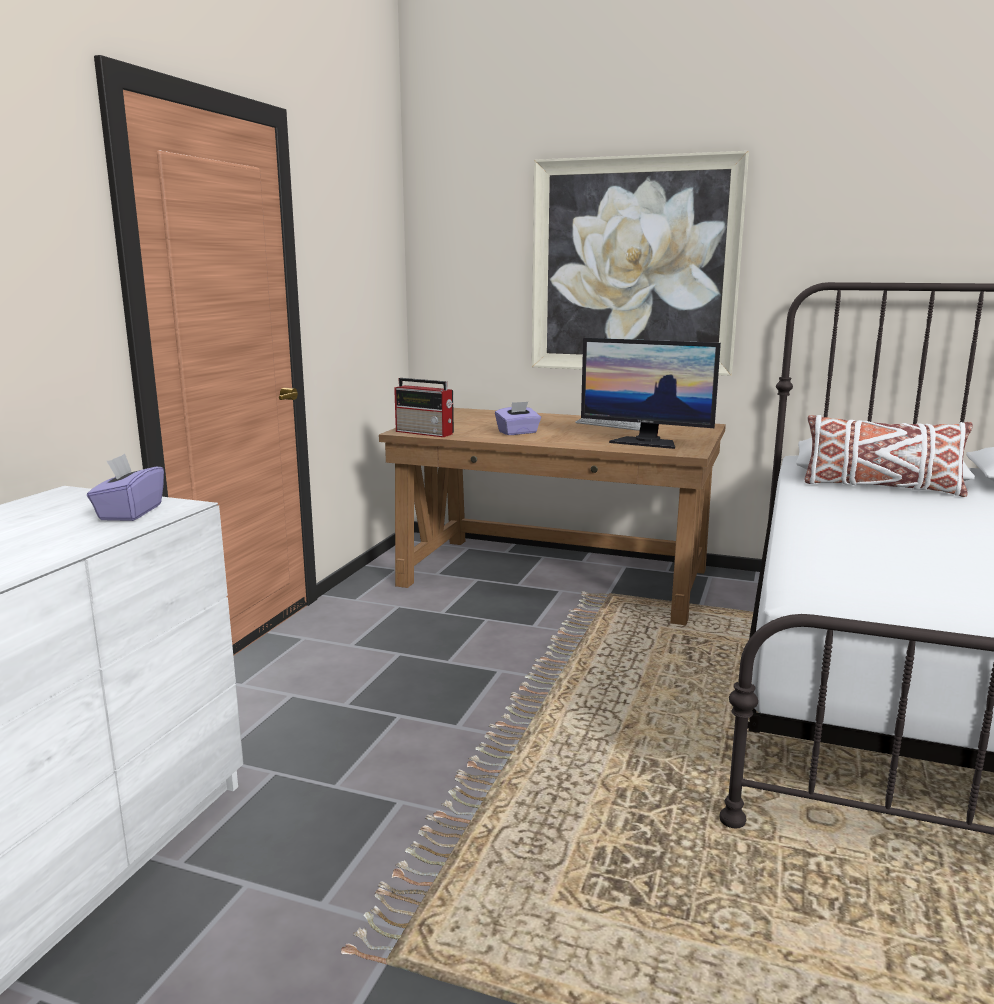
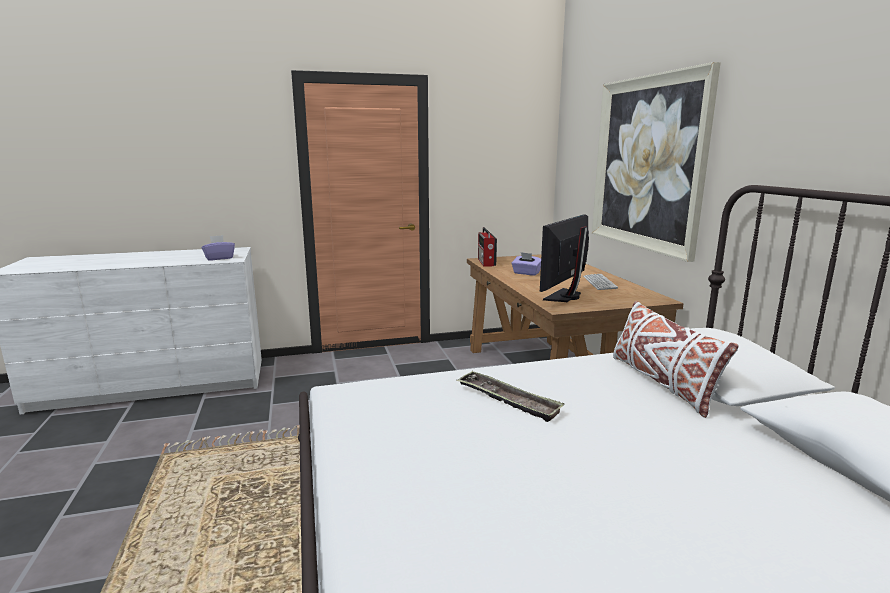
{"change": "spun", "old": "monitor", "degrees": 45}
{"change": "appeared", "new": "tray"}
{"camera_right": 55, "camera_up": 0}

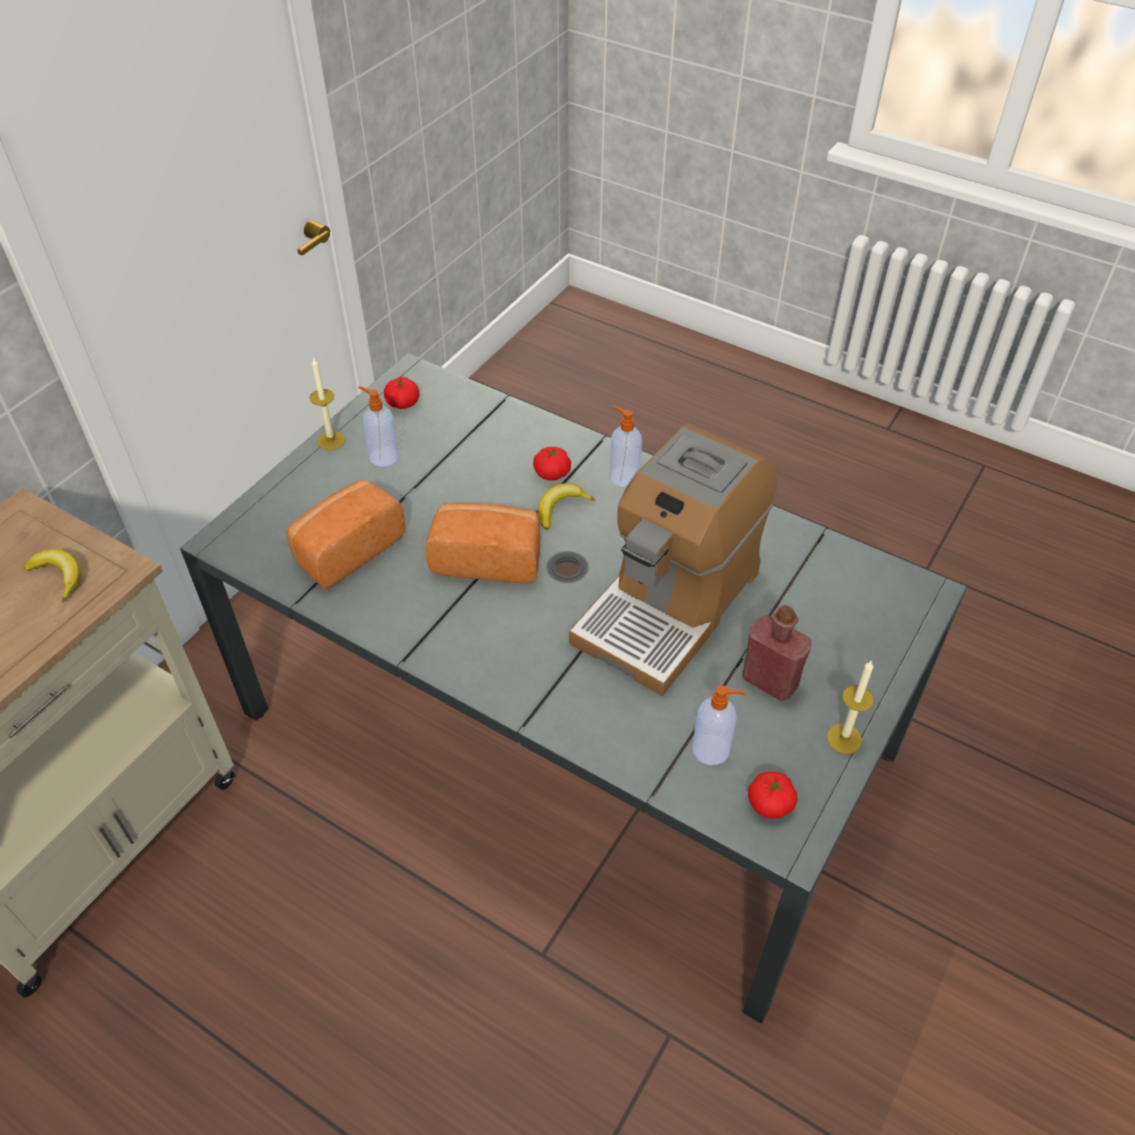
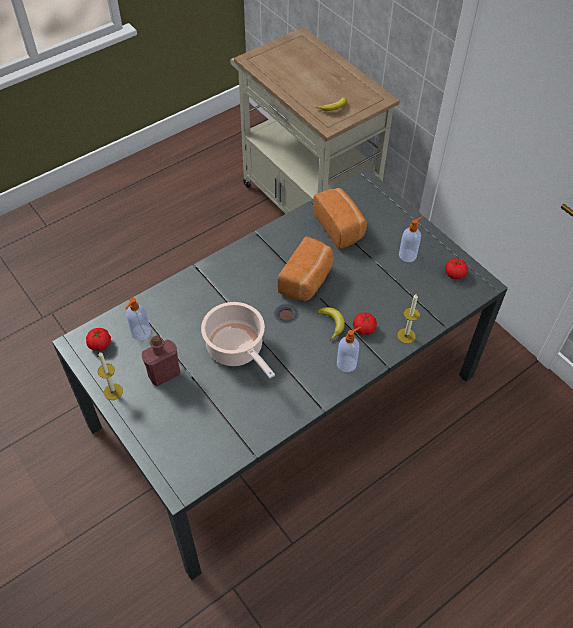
{"change": "relocated", "old": "candle (no. 1 from left in the first image)", "new": "candle (no. 2 from left)"}
{"change": "exchanged", "old": "coffee machine", "new": "cooking pot"}
{"camera_right": 110, "camera_up": 5}

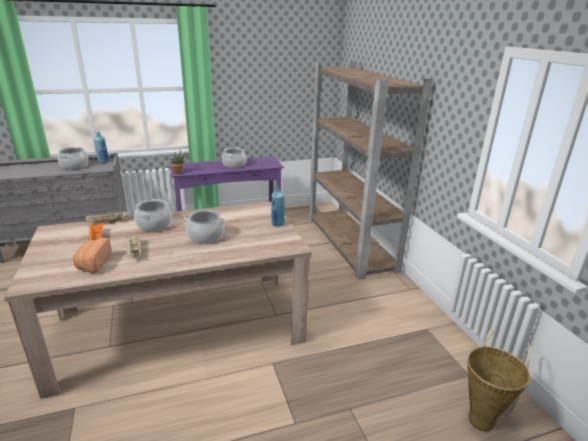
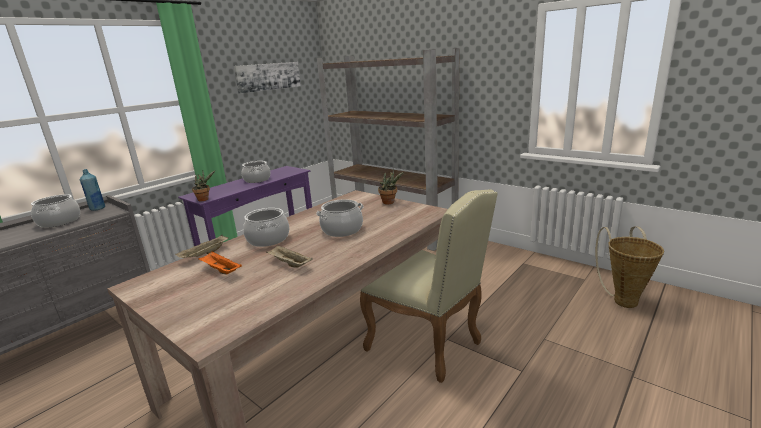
{"change": "exchanged", "old": "blue bottle (no. 2 from left)", "new": "potted plant (no. 2 from left)"}
{"change": "missing", "old": "bread"}
{"change": "appeared", "new": "picture"}
{"change": "appeared", "new": "beige chair"}
{"camera_right": -30, "camera_up": -5}

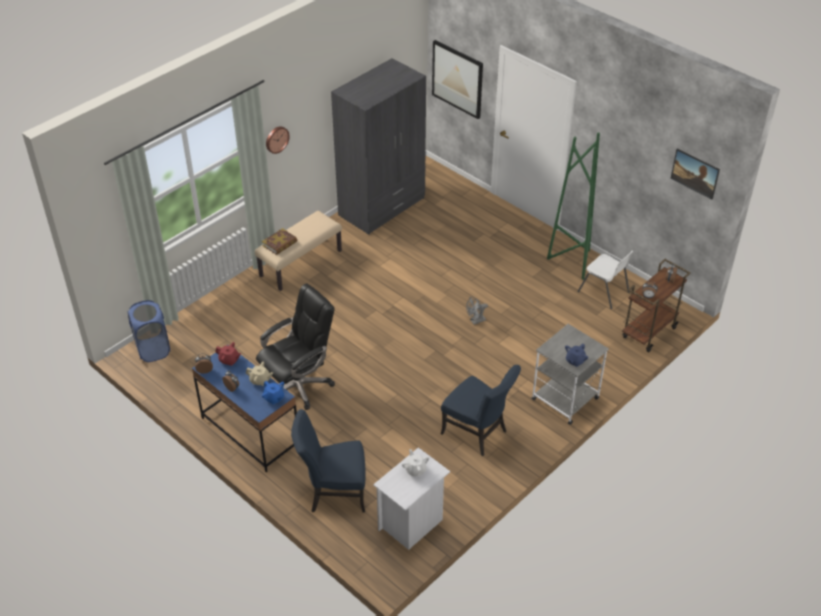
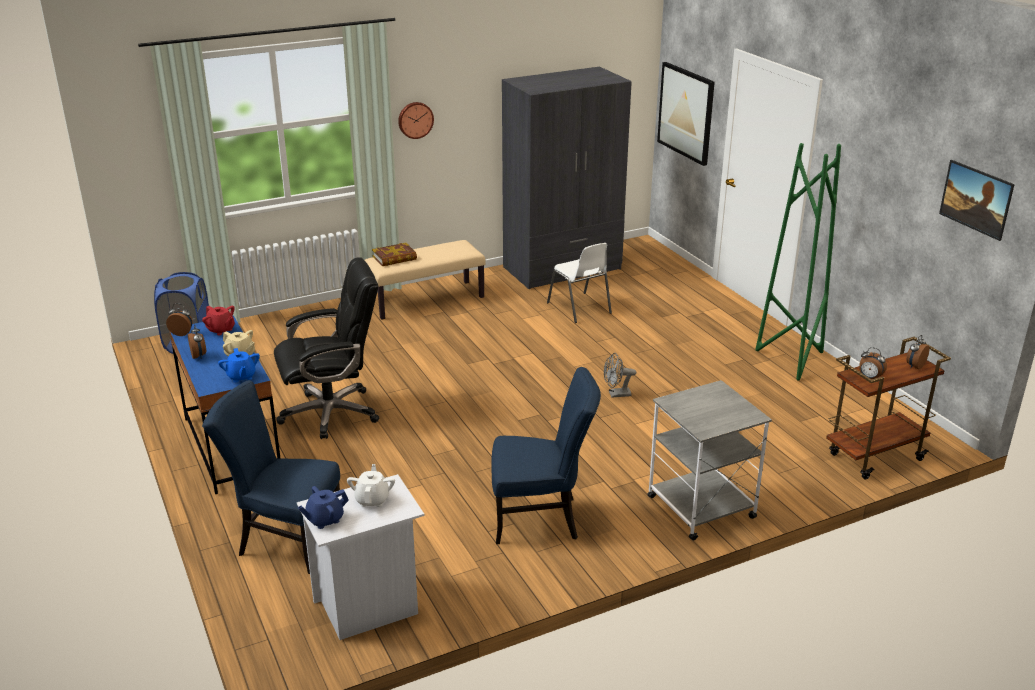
{"change": "relocated", "old": "white chair"}
{"change": "relocated", "old": "blue teapot (no. 2 from left)"}
{"change": "spun", "old": "blue chair (no. 2 from left)", "degrees": -60}
{"camera_right": 20, "camera_up": -15}

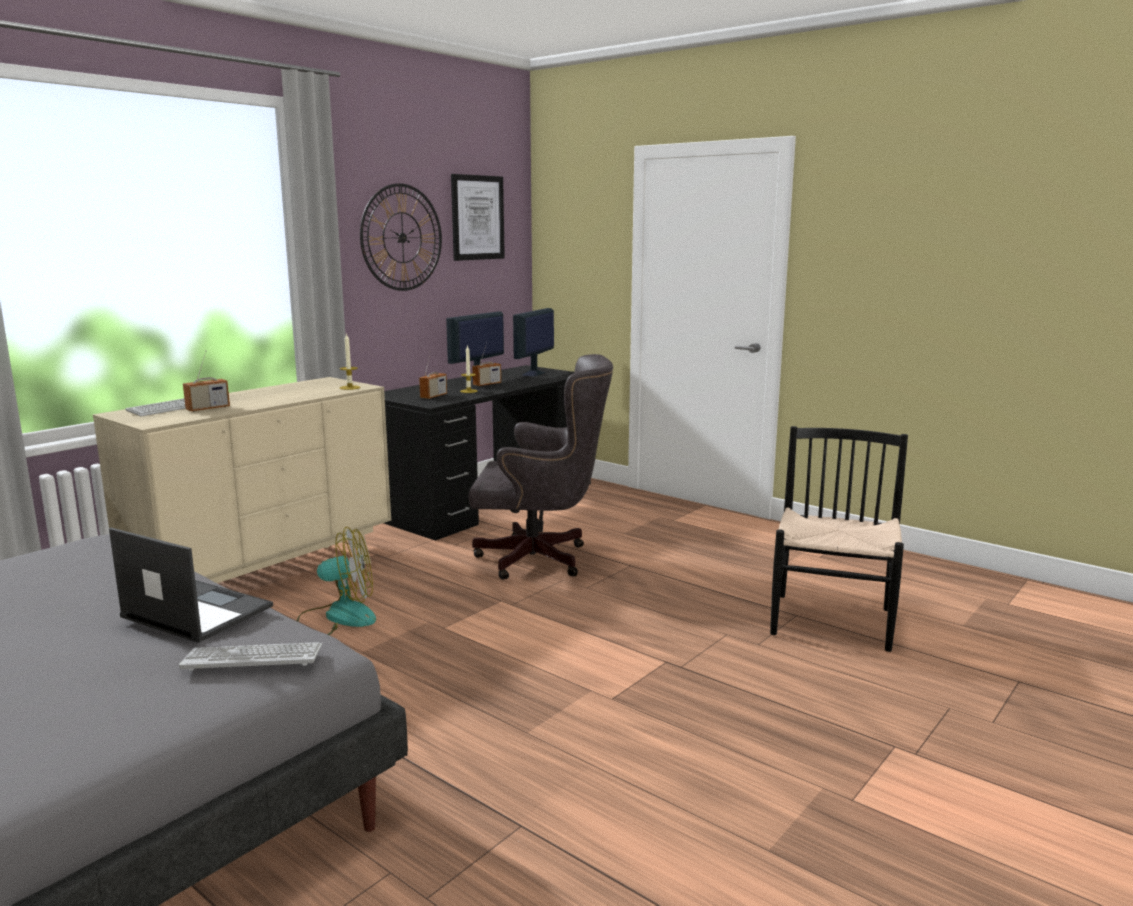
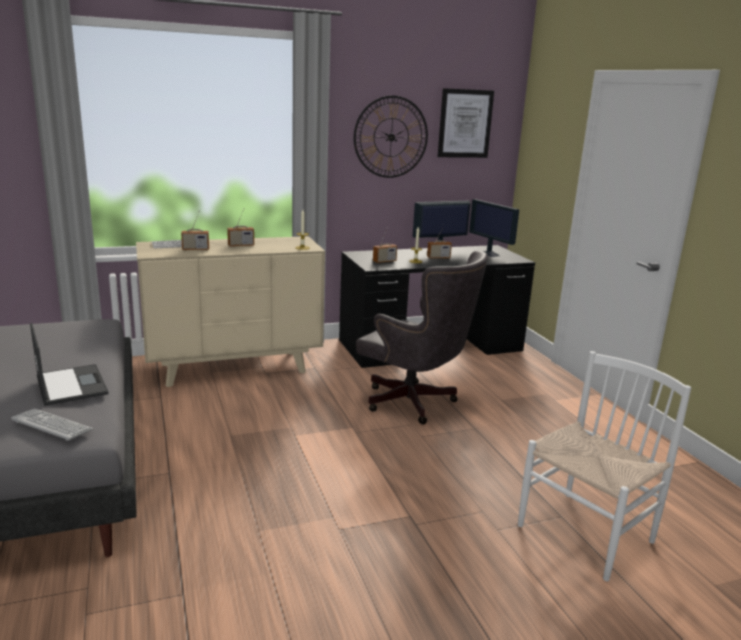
{"change": "spun", "old": "monitor (no. 2 from left)", "degrees": -90}
{"change": "colour", "old": "black chair", "new": "white chair"}
{"change": "missing", "old": "fan"}
{"change": "appeared", "new": "radio (no. 2 from left)"}
{"camera_right": 30, "camera_up": 5}

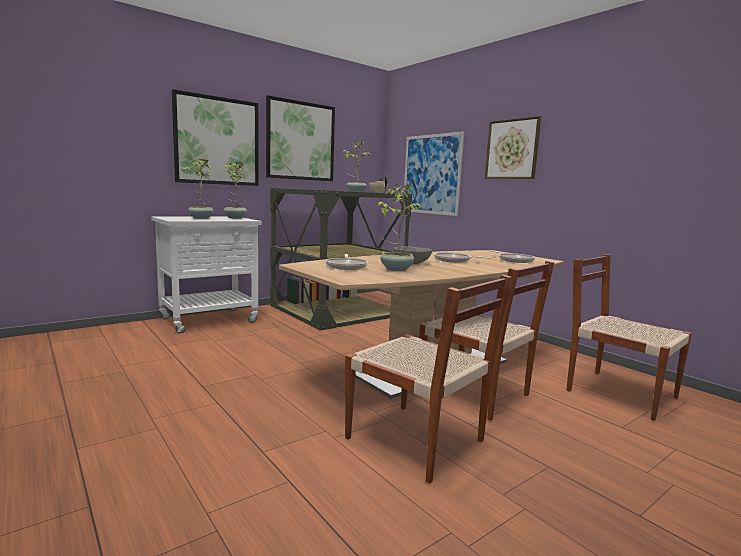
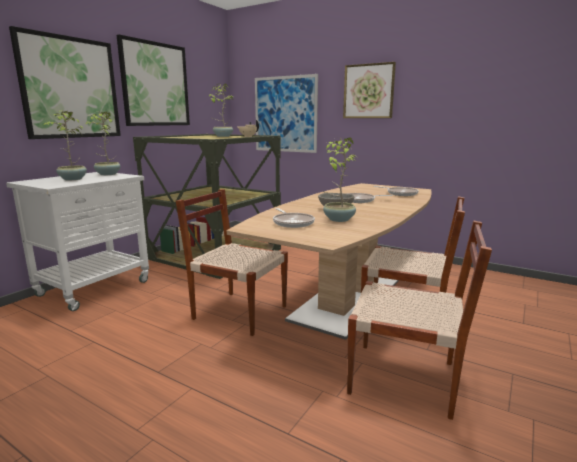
{"change": "relocated", "old": "chair (no. 3 from left in the first image)", "new": "chair (no. 1 from left)"}
{"camera_right": -20, "camera_up": 5}

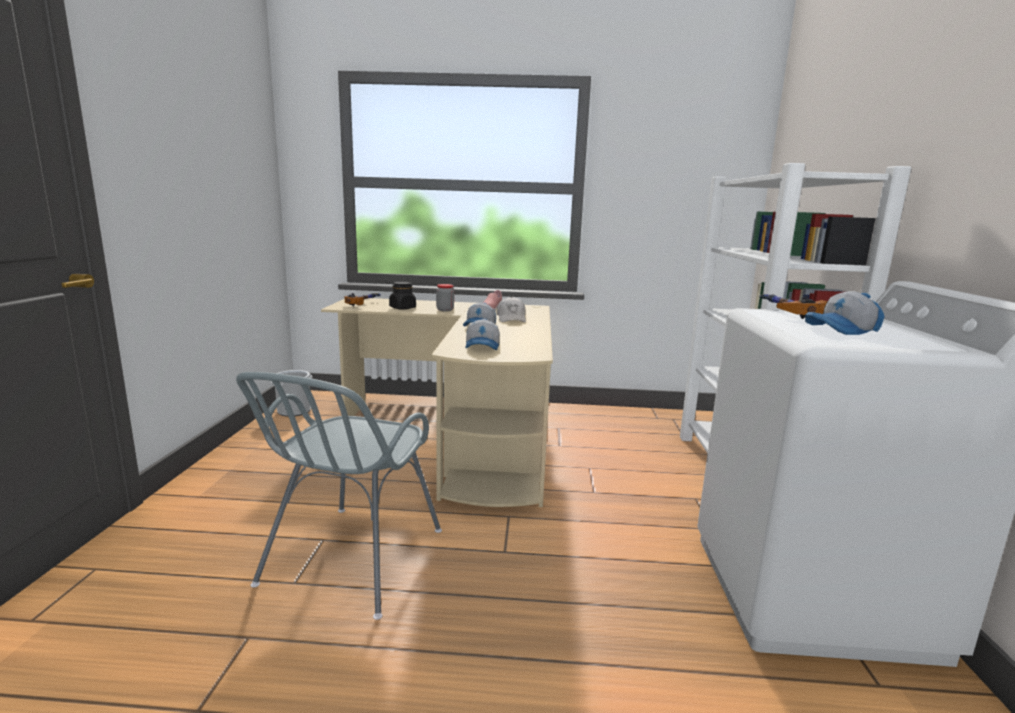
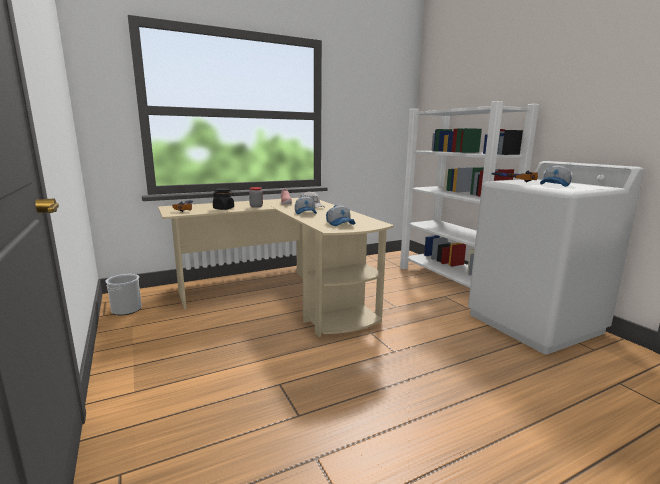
{"change": "missing", "old": "grey chair"}
{"camera_right": -30, "camera_up": 0}

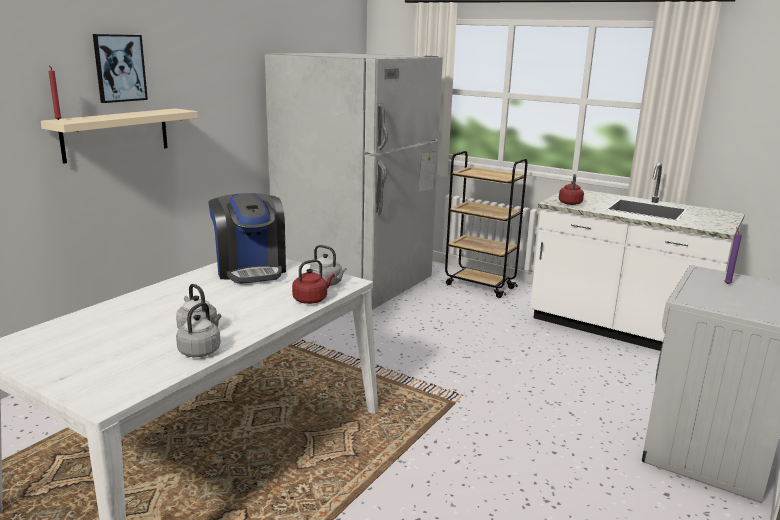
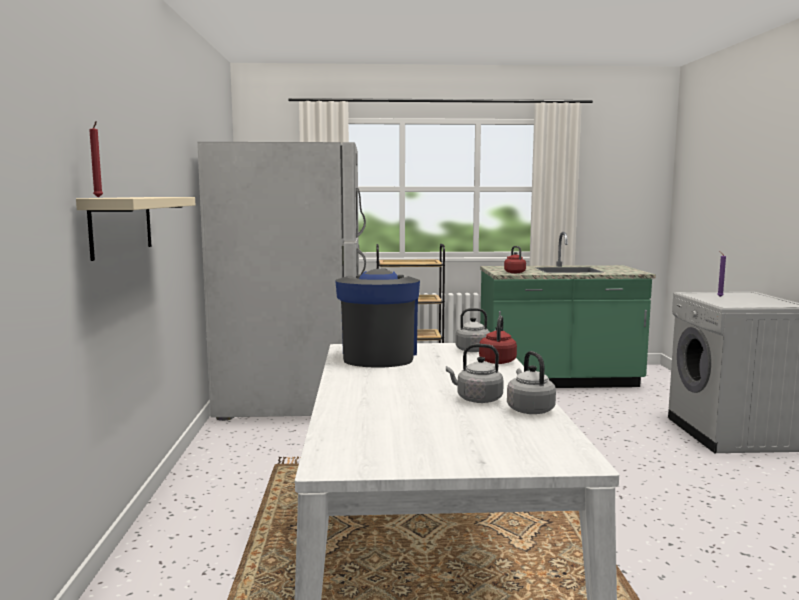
{"change": "missing", "old": "picture"}
{"change": "colour", "old": "white counter", "new": "green counter"}
{"change": "spun", "old": "coffee machine", "degrees": -120}
{"camera_right": -35, "camera_up": -10}

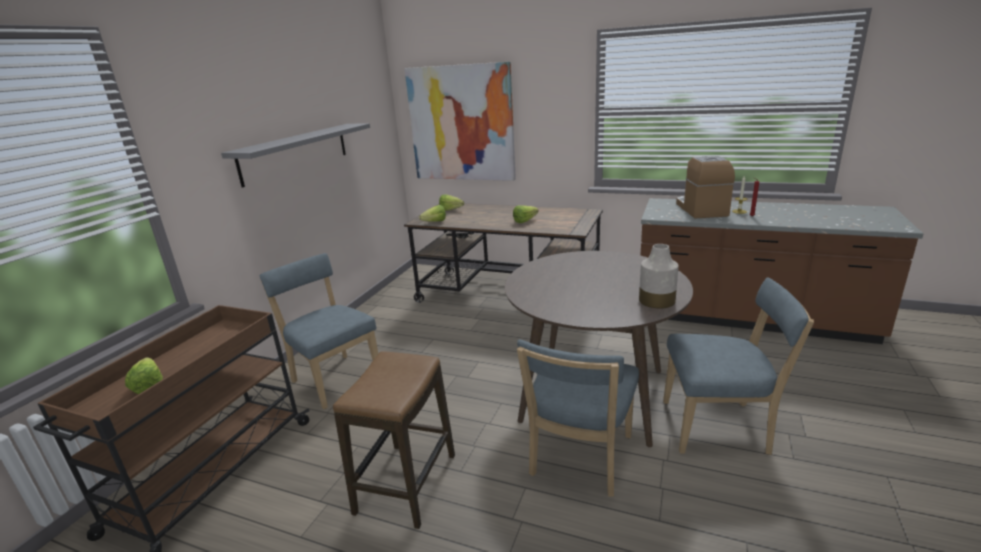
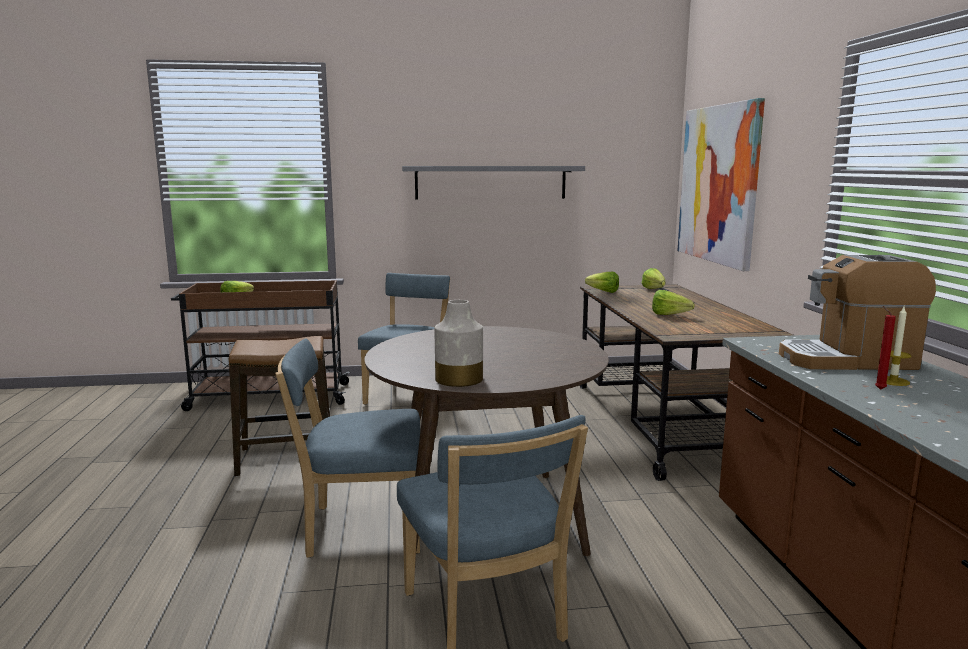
{"change": "spun", "old": "coffee machine", "degrees": -150}
{"camera_right": 60, "camera_up": -10}

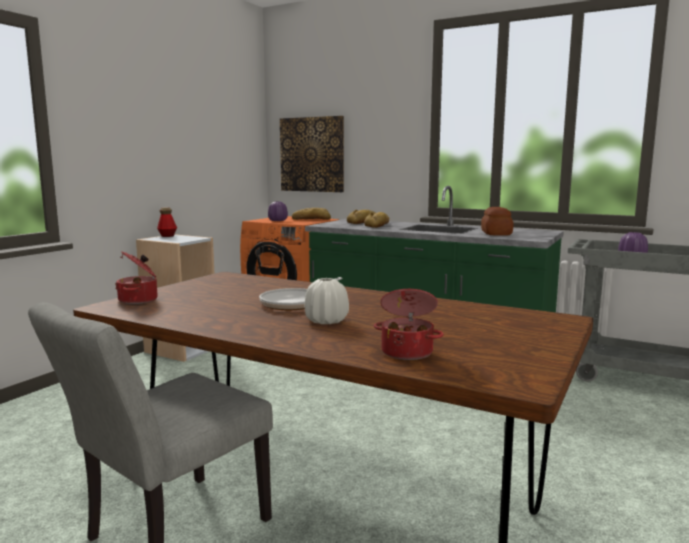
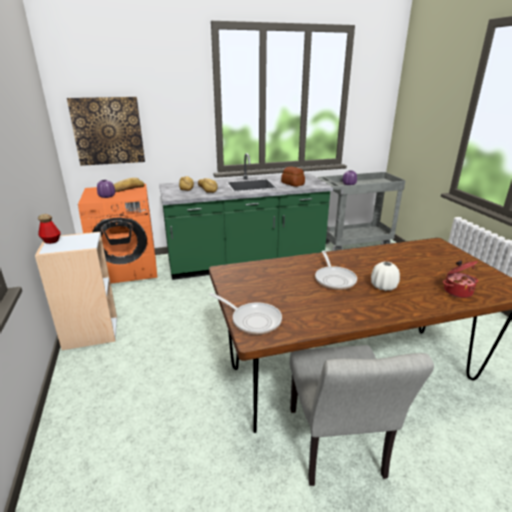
{"change": "exchanged", "old": "cooking pot (no. 1 from left)", "new": "frying pan (no. 1 from left)"}
{"camera_right": -45, "camera_up": 15}

